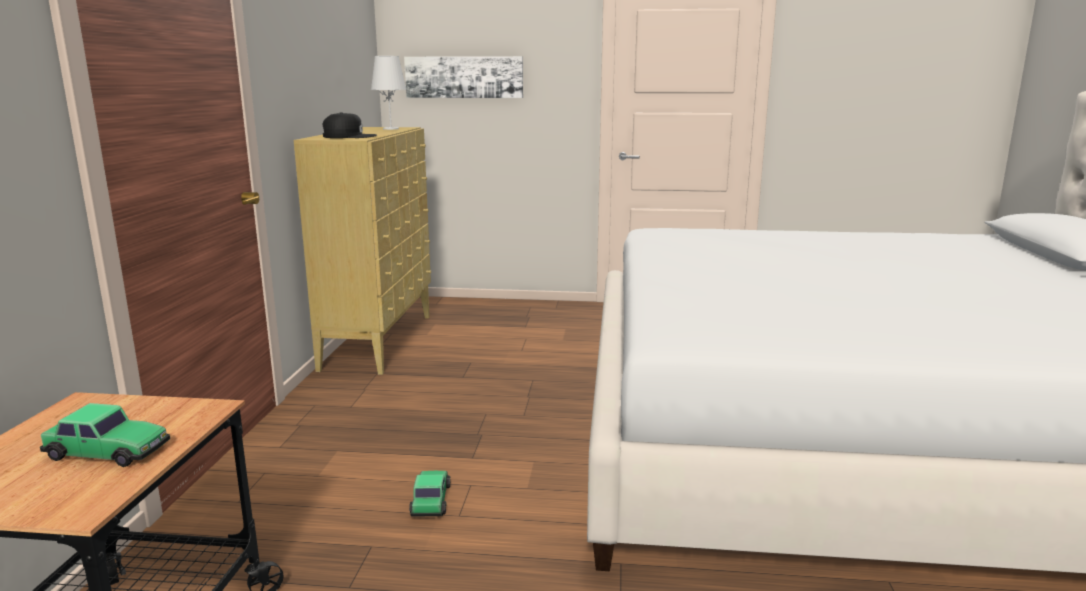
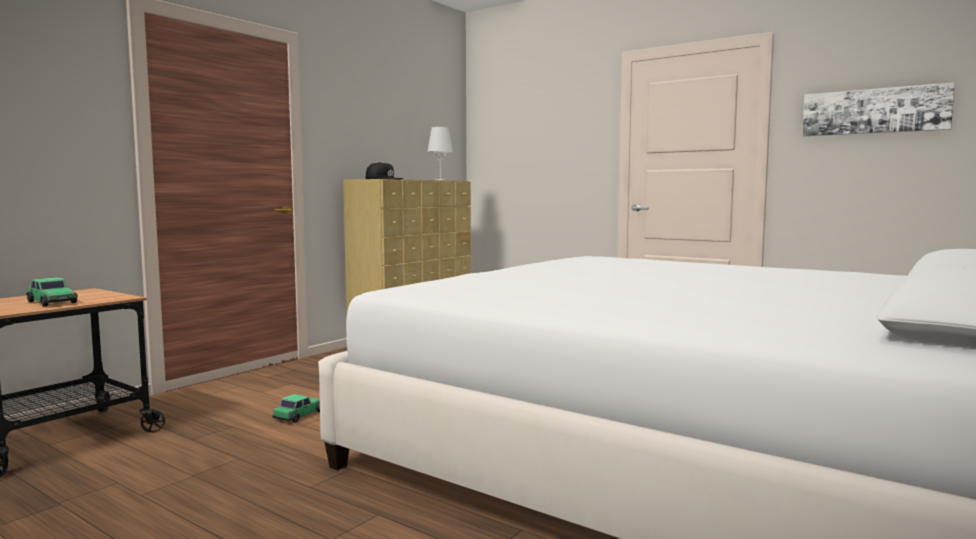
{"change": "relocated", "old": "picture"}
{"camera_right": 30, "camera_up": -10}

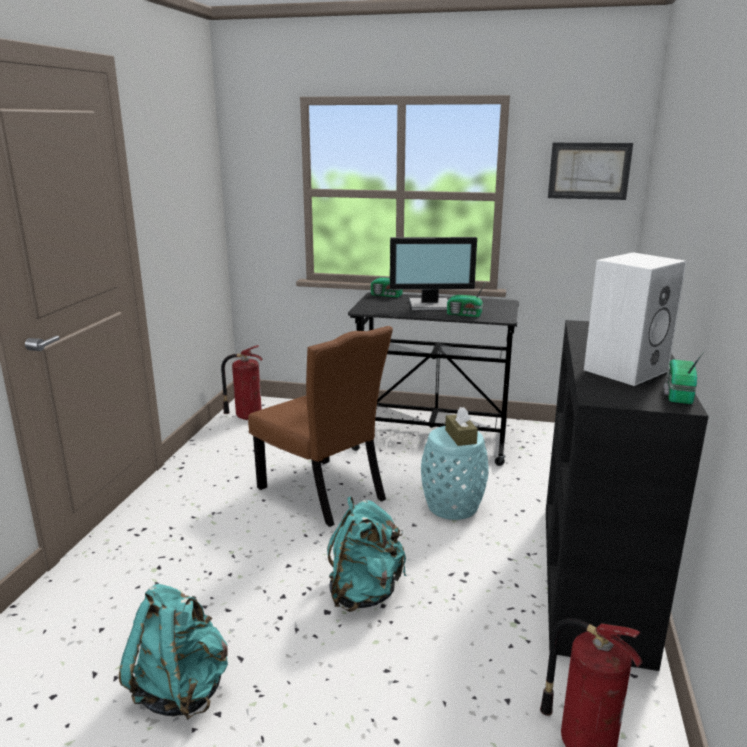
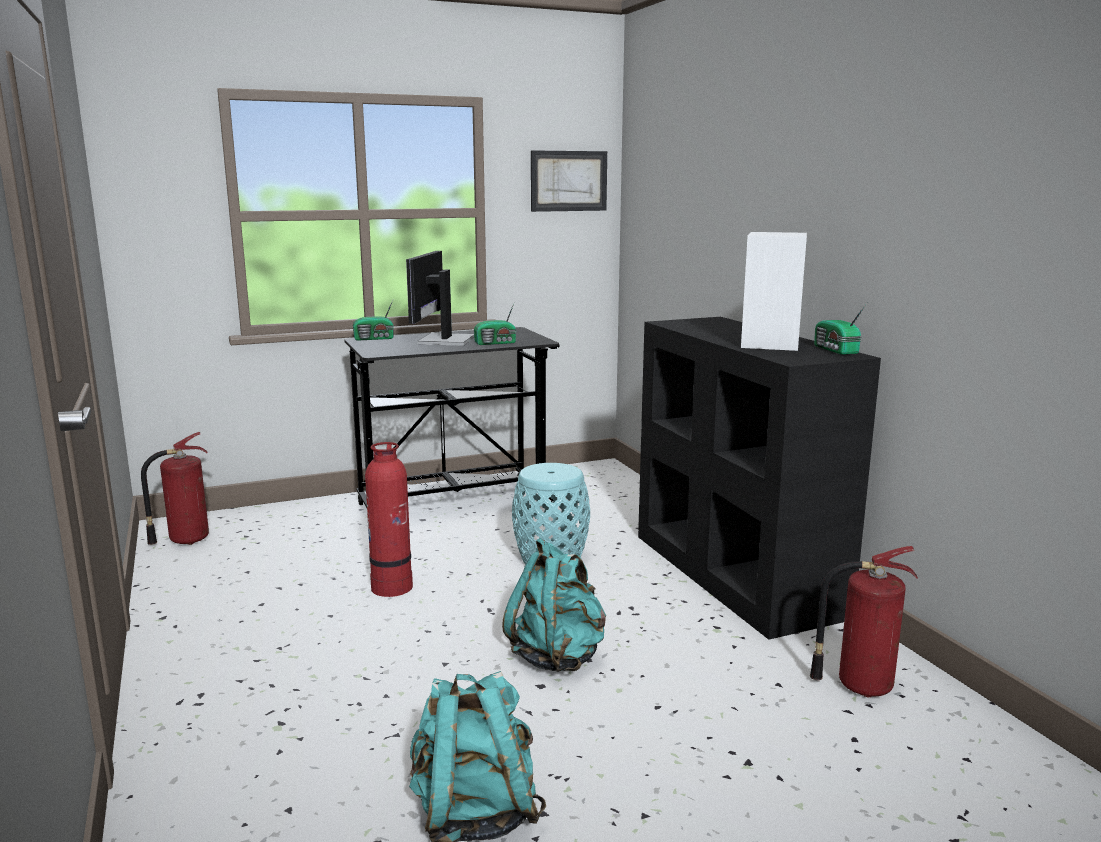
{"change": "spun", "old": "monitor", "degrees": 135}
{"change": "exchanged", "old": "brown chair", "new": "fire extinguisher (no. 2 from left)"}
{"change": "missing", "old": "brown tissue box"}
{"camera_right": -35, "camera_up": -5}

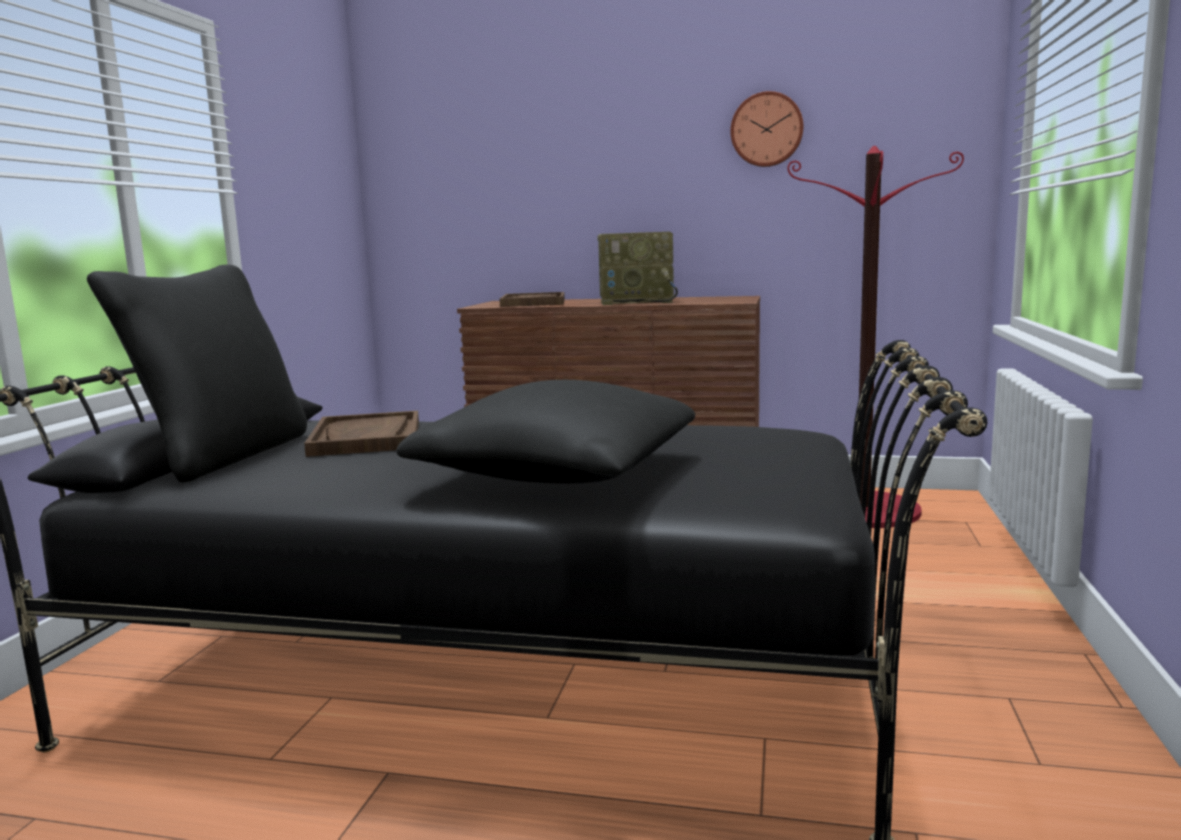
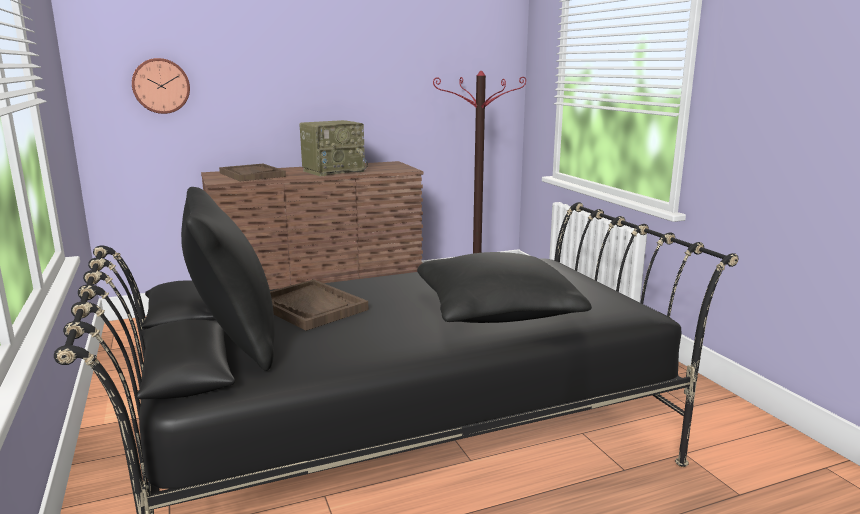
{"change": "relocated", "old": "wall clock"}
{"camera_right": -35, "camera_up": 5}

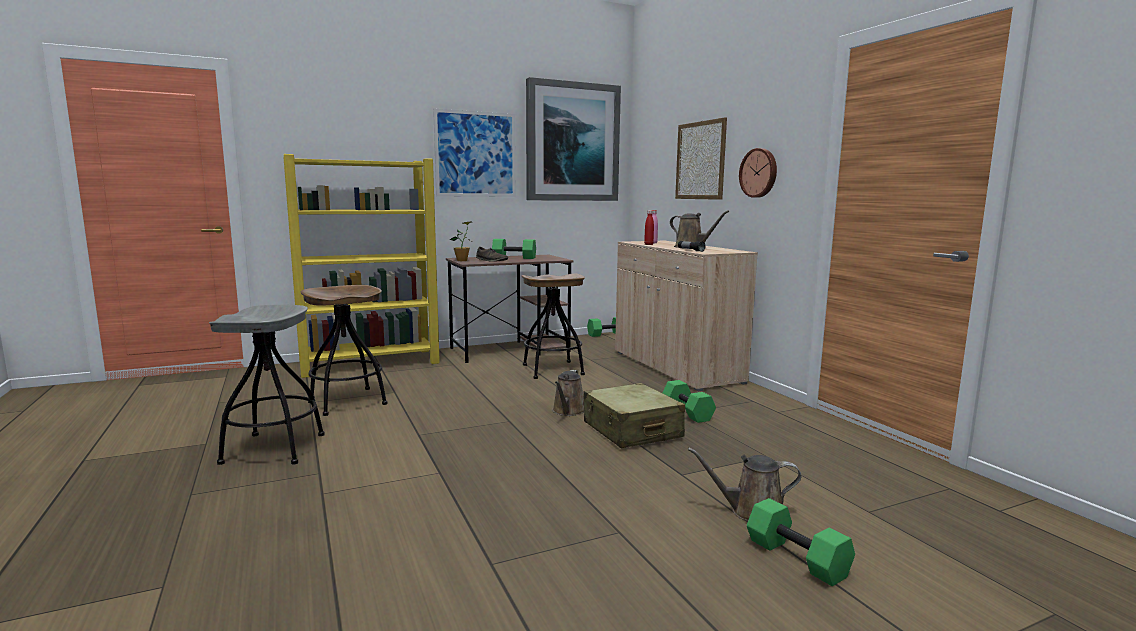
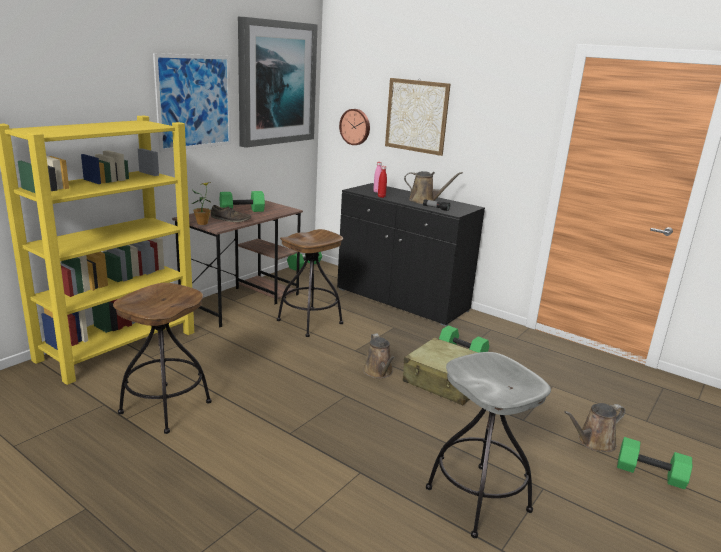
{"change": "relocated", "old": "wall clock"}
{"change": "colour", "old": "beige cabinet", "new": "black cabinet"}
{"change": "relocated", "old": "grey stool"}
{"camera_right": -30, "camera_up": 10}

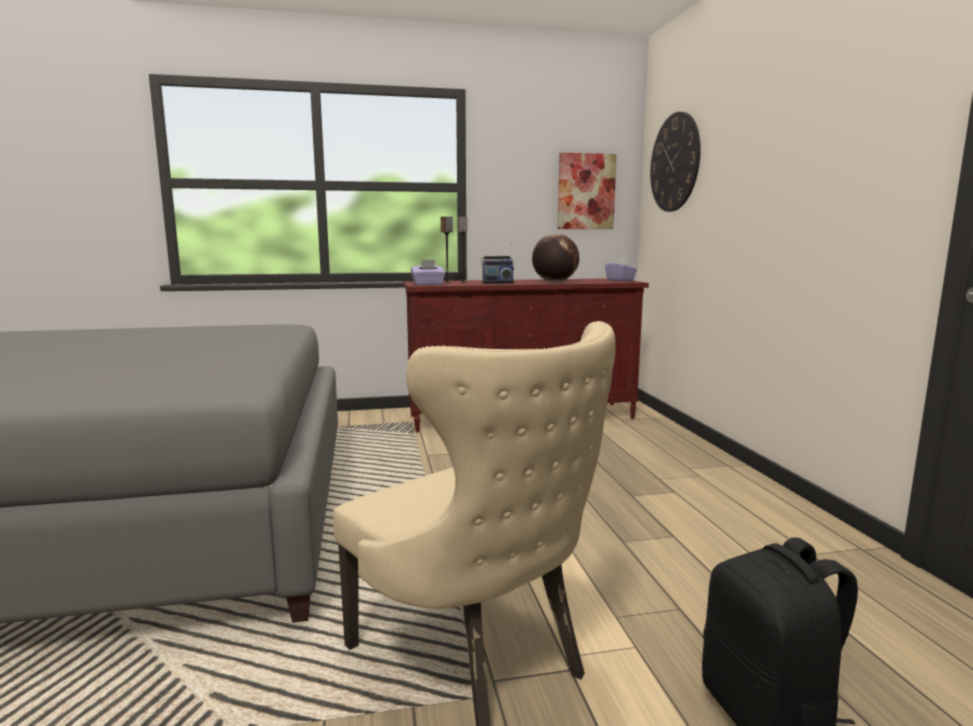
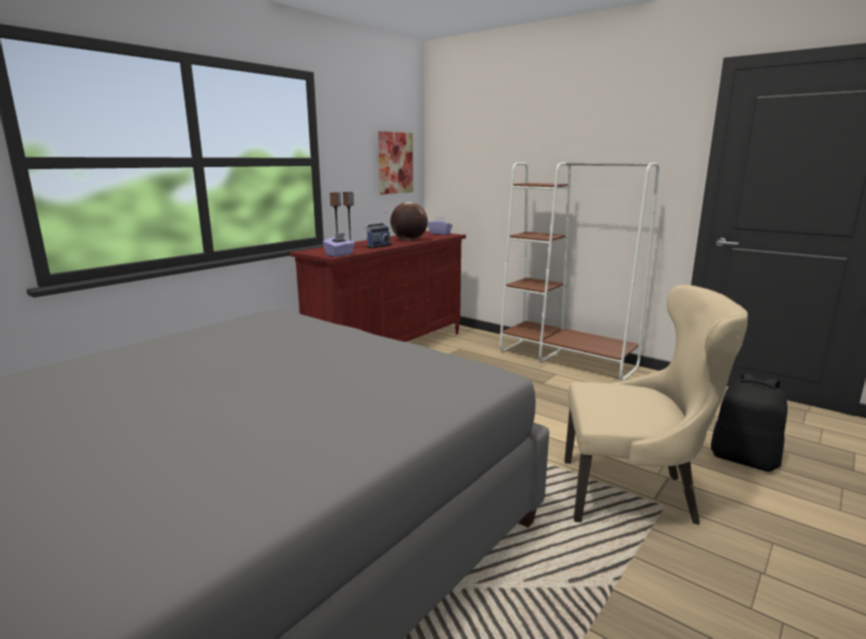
{"change": "missing", "old": "wall clock"}
{"change": "appeared", "new": "brown clothes rack"}
{"camera_right": -40, "camera_up": 5}

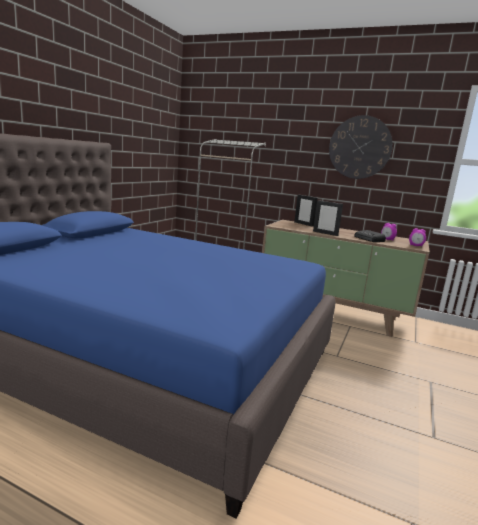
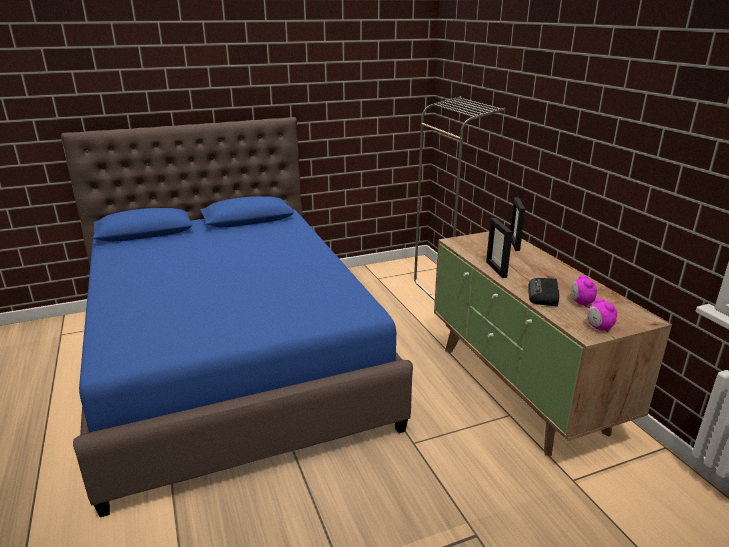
{"change": "missing", "old": "wall clock"}
{"camera_right": 45, "camera_up": 10}

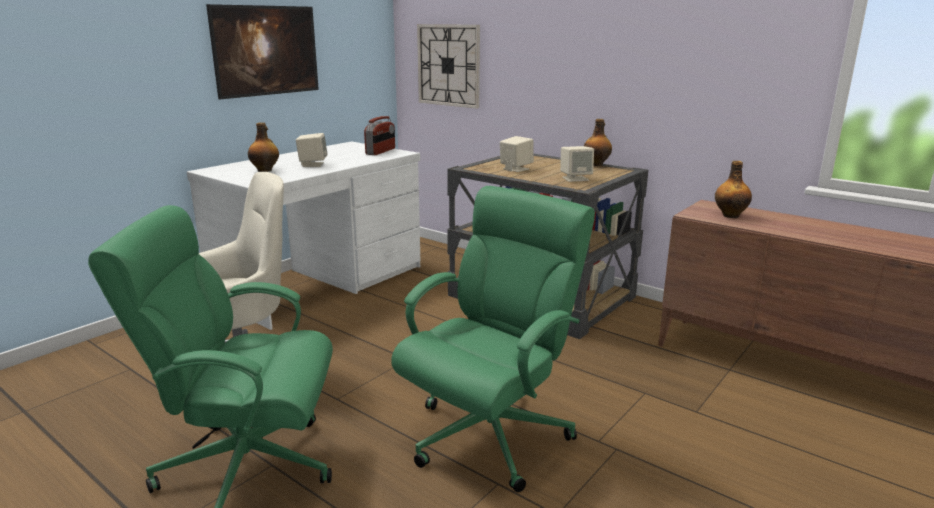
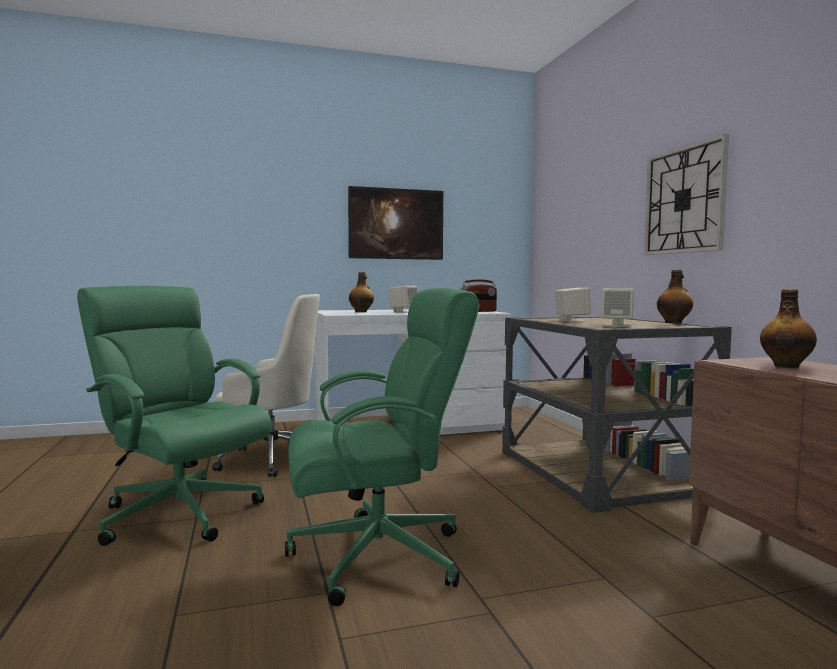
{"change": "relocated", "old": "wall clock"}
{"camera_right": 35, "camera_up": -15}

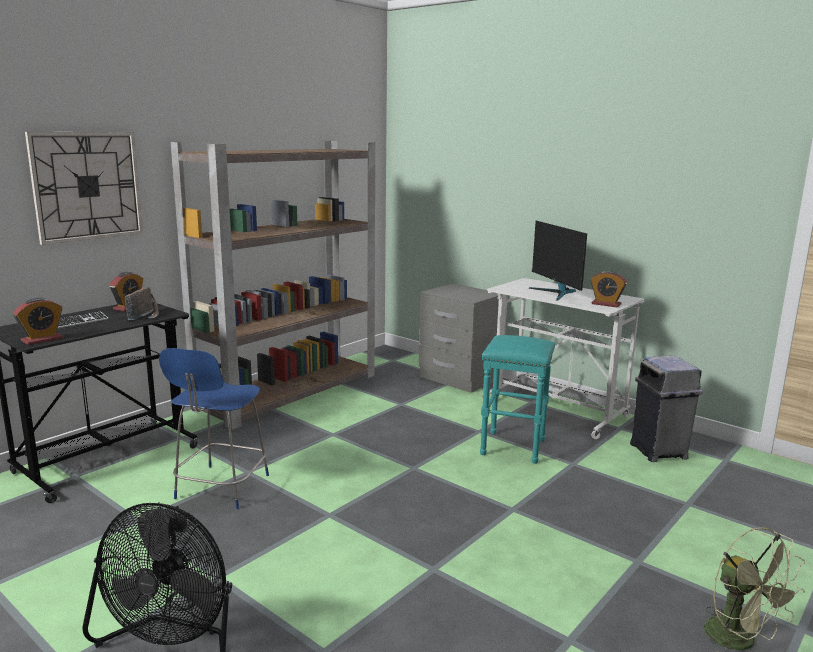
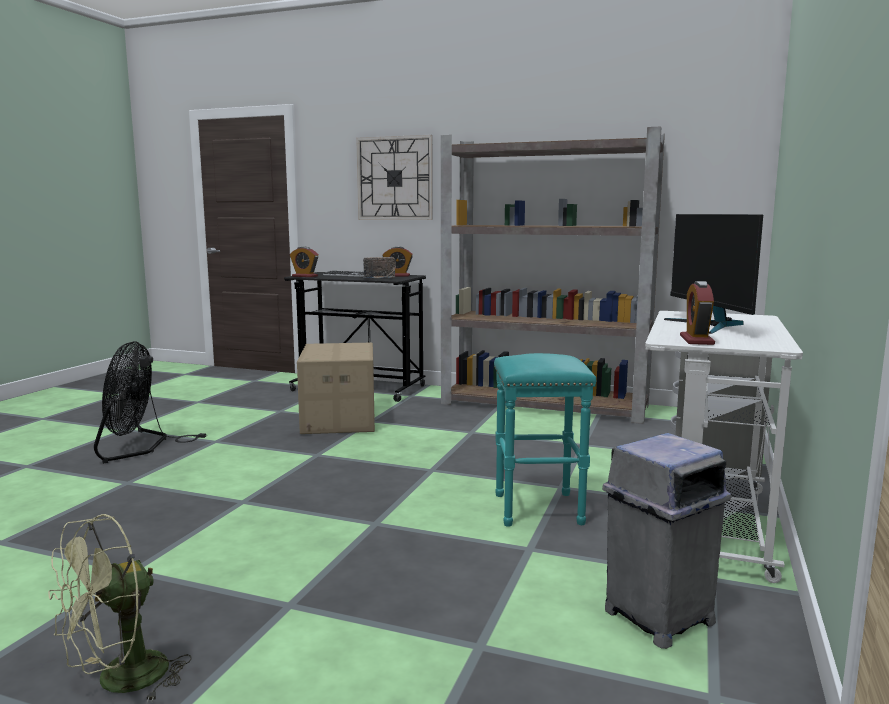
{"change": "spun", "old": "monitor", "degrees": -60}
{"change": "exchanged", "old": "blue chair", "new": "cardboard box"}
{"camera_right": 70, "camera_up": -5}

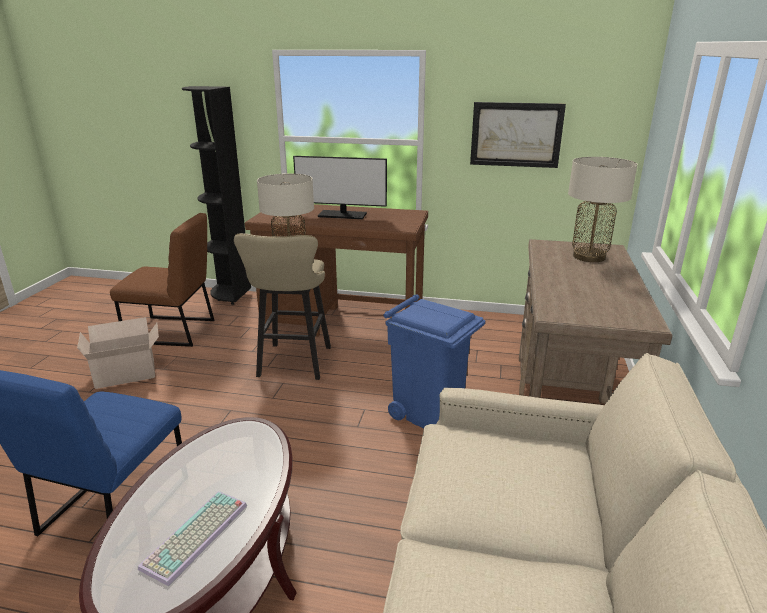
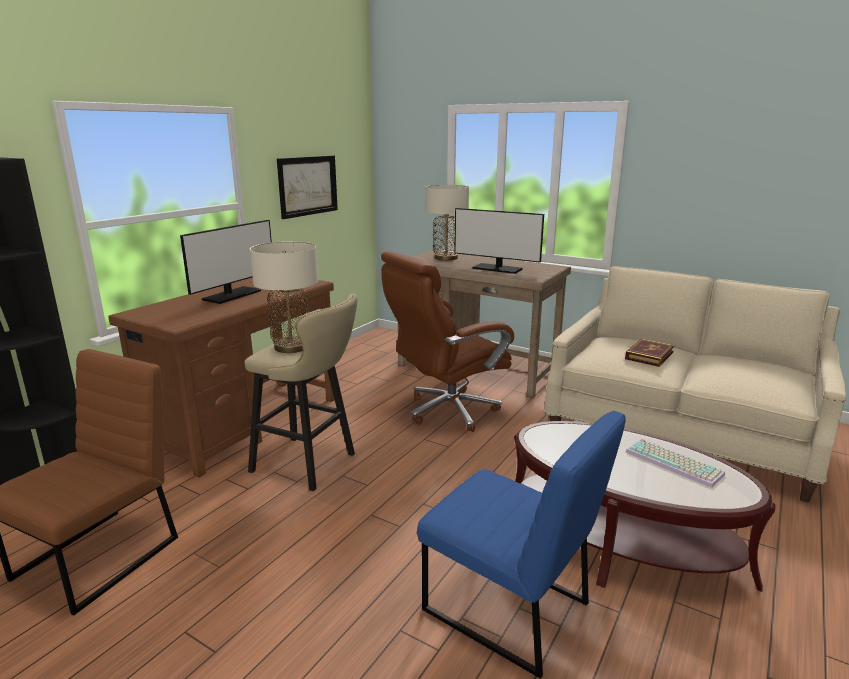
{"change": "exchanged", "old": "blue trash can", "new": "brown office chair"}
{"change": "missing", "old": "cardboard box"}
{"change": "appeared", "new": "monitor (no. 2 from left)"}
{"change": "appeared", "new": "book"}
{"camera_right": -70, "camera_up": -5}

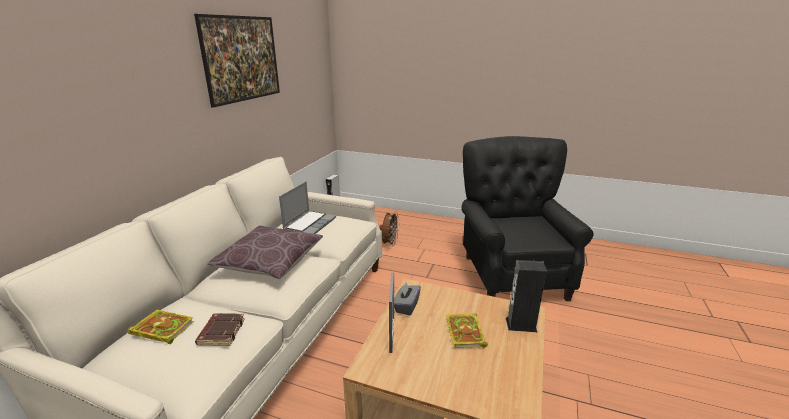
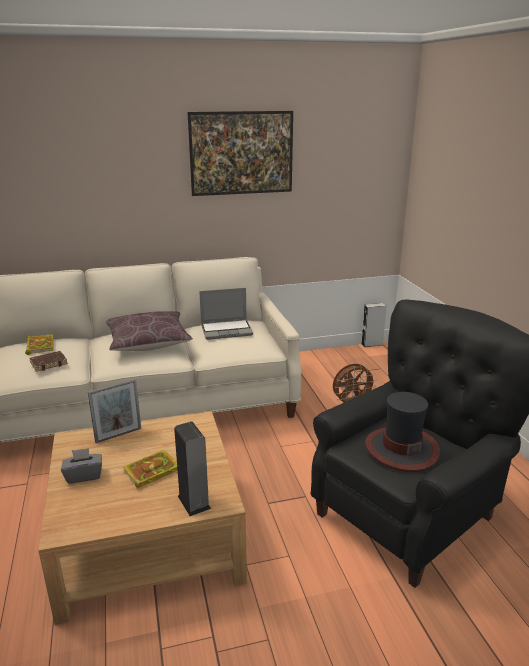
{"change": "relocated", "old": "grey tissue box"}
{"change": "appeared", "new": "hat"}
{"camera_right": 55, "camera_up": 0}

